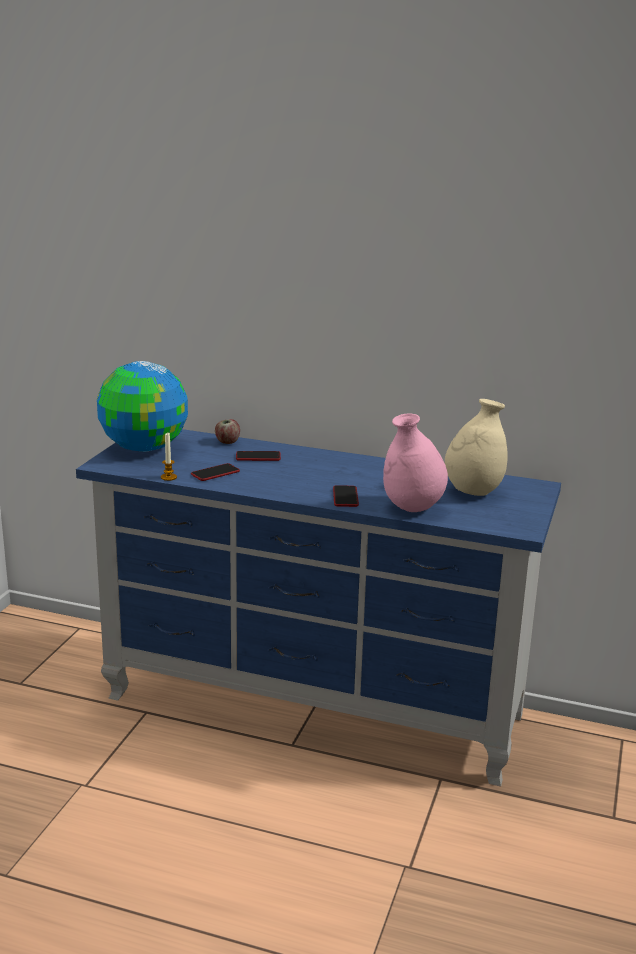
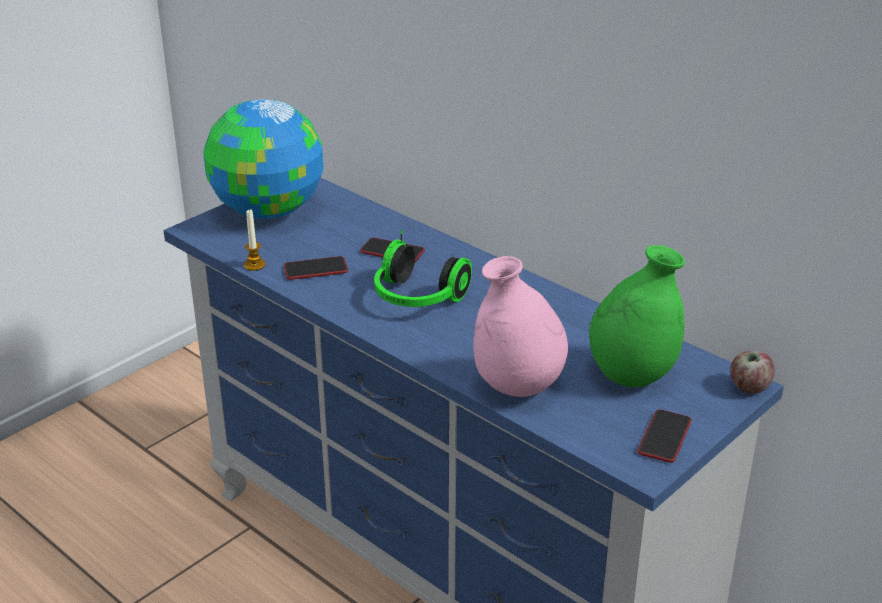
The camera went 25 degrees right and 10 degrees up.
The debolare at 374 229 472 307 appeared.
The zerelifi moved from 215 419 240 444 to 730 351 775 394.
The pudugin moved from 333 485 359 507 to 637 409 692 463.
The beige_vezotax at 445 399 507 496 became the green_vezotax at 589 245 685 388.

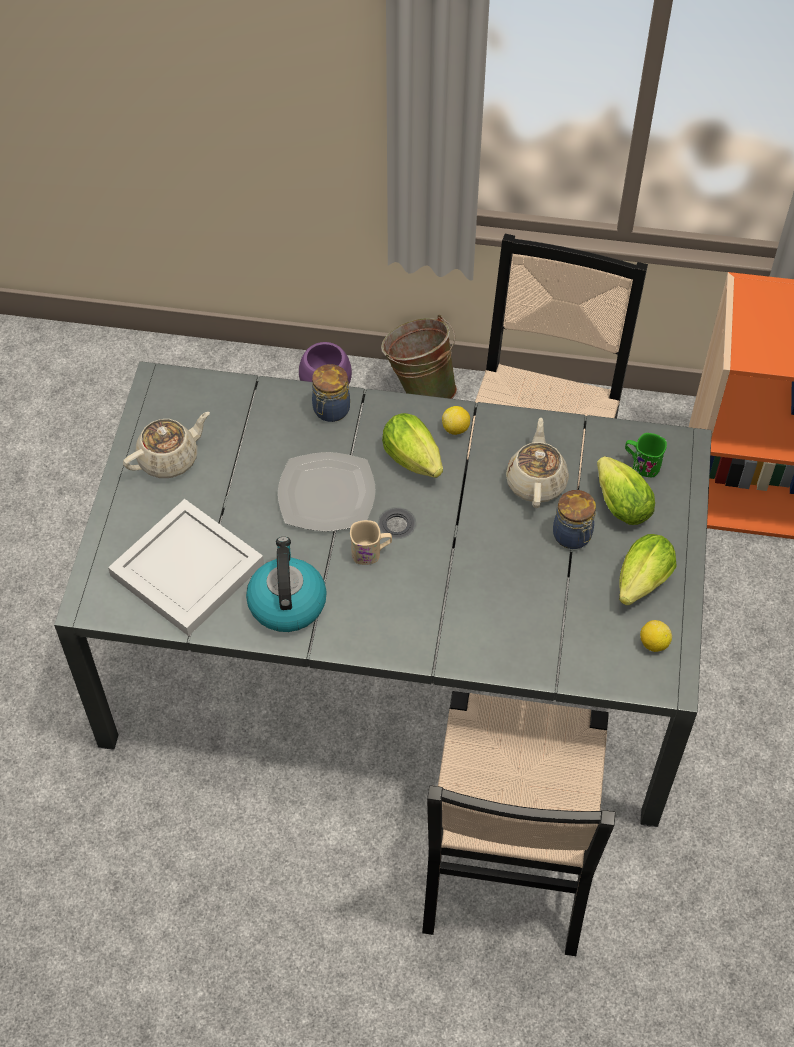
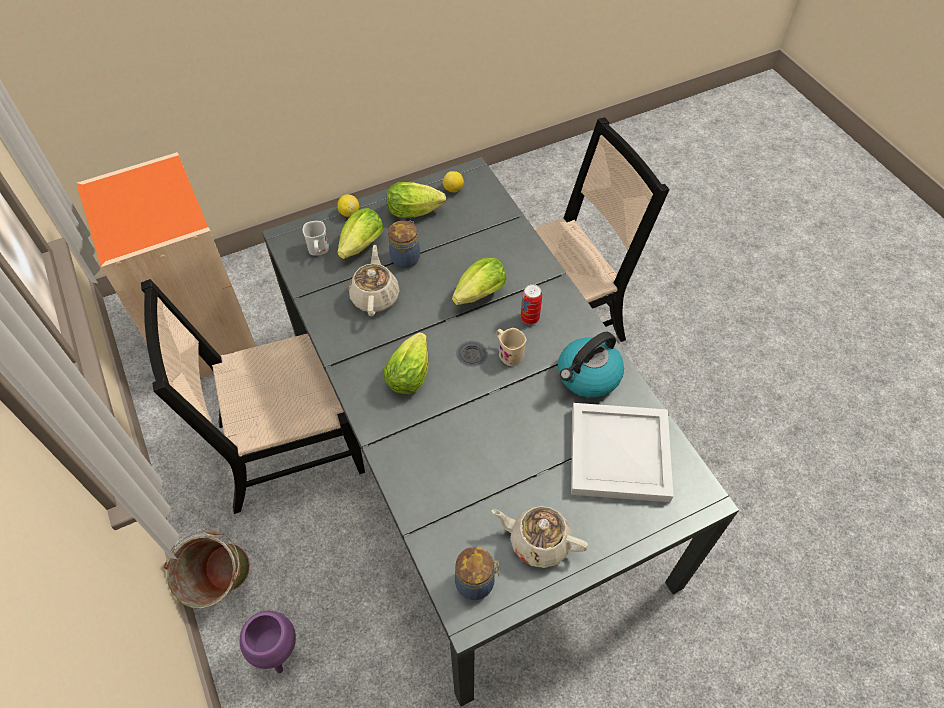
The camera went 125 degrees left and 0 degrees up.
The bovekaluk at 278 452 376 531 disappeared.
The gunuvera at 452 257 506 305 appeared.
The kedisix at 521 284 542 325 appeared.
The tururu moved from 312 364 350 422 to 455 547 499 600.
The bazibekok moved from 442 406 470 435 to 337 194 359 217.
The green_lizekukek at 625 433 667 477 became the white_lizekukek at 303 221 329 256.
The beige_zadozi at 506 418 569 508 turned 120 degrees clockwise.

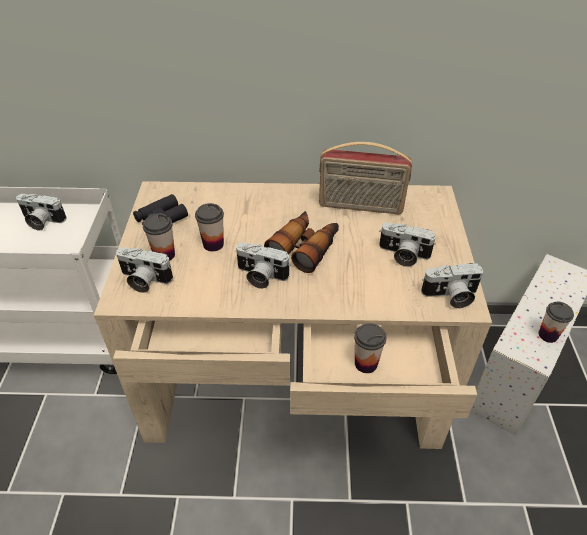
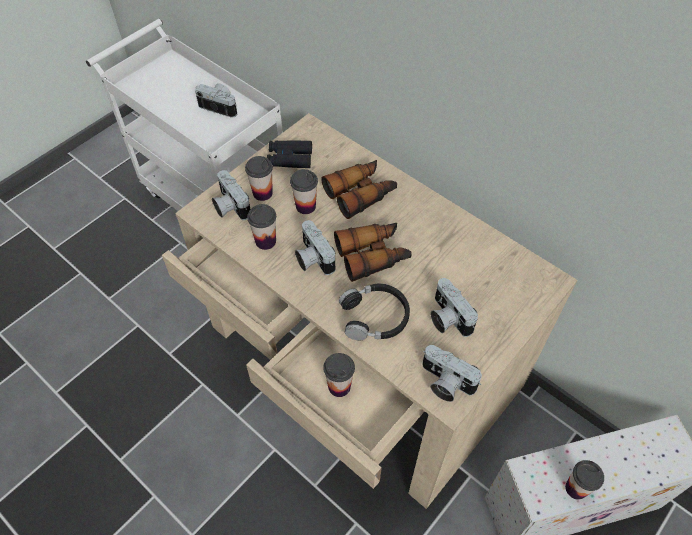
The camera went 40 degrees right and 10 degrees up.
The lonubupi at 319 142 412 214 disappeared.
The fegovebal at 247 204 276 250 appeared.
The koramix at 321 160 397 219 appeared.
The black_debolare at 339 283 410 340 appeared.
The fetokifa at 16 194 67 230 turned 150 degrees clockwise.

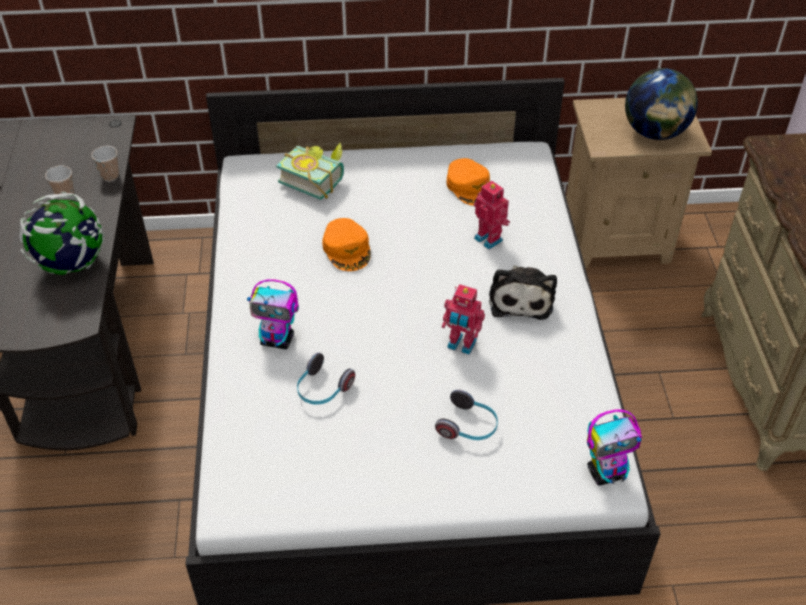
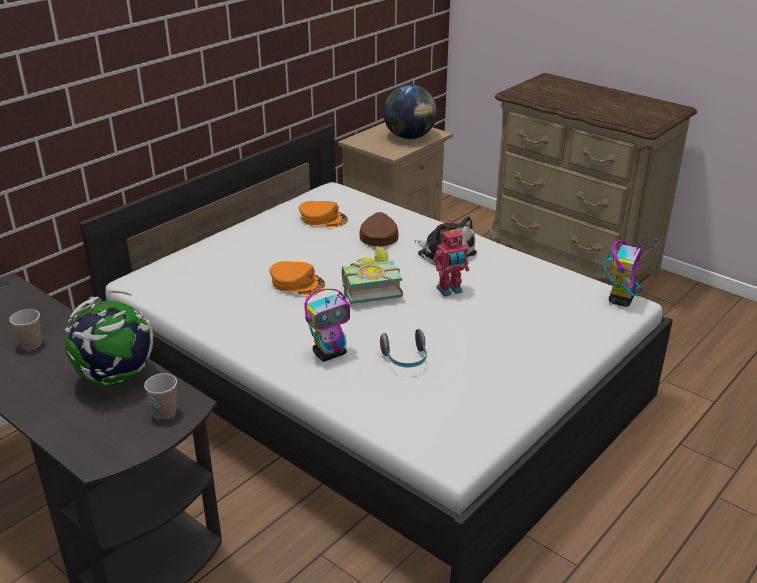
The camera went 45 degrees left and 15 degrees down.
The debolare at 435 390 498 440 disappeared.
The fegovebal moved from 91 146 119 181 to 144 373 177 419.
The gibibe moved from 276 142 344 200 to 342 246 403 304.
The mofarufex at 474 181 510 250 was replaced by the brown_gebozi at 360 212 398 246.

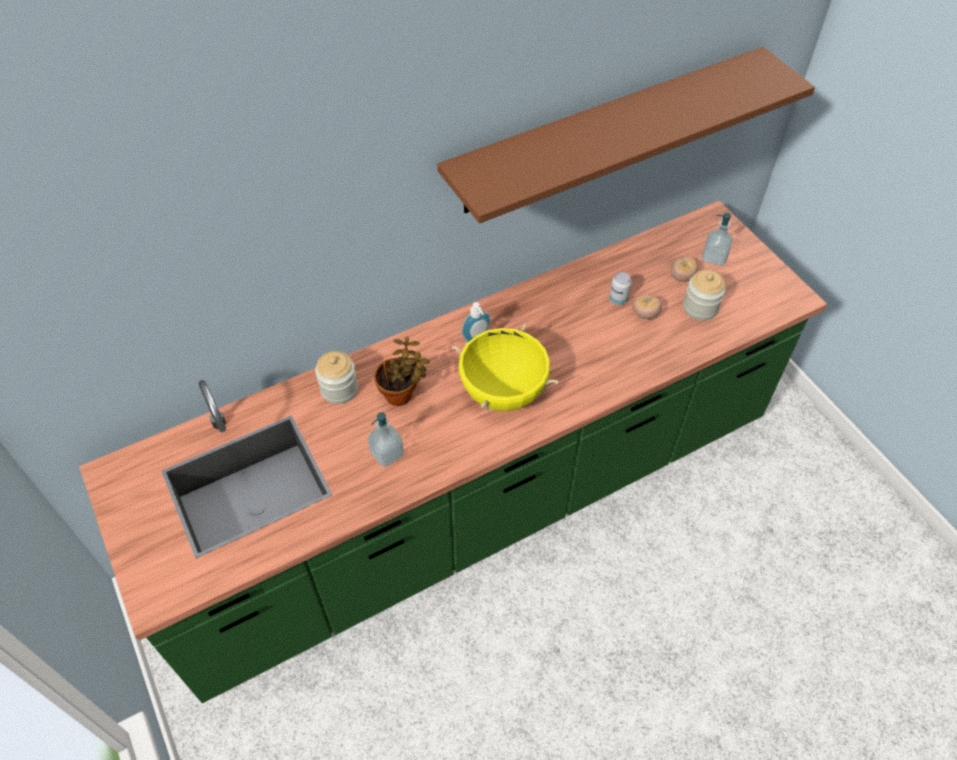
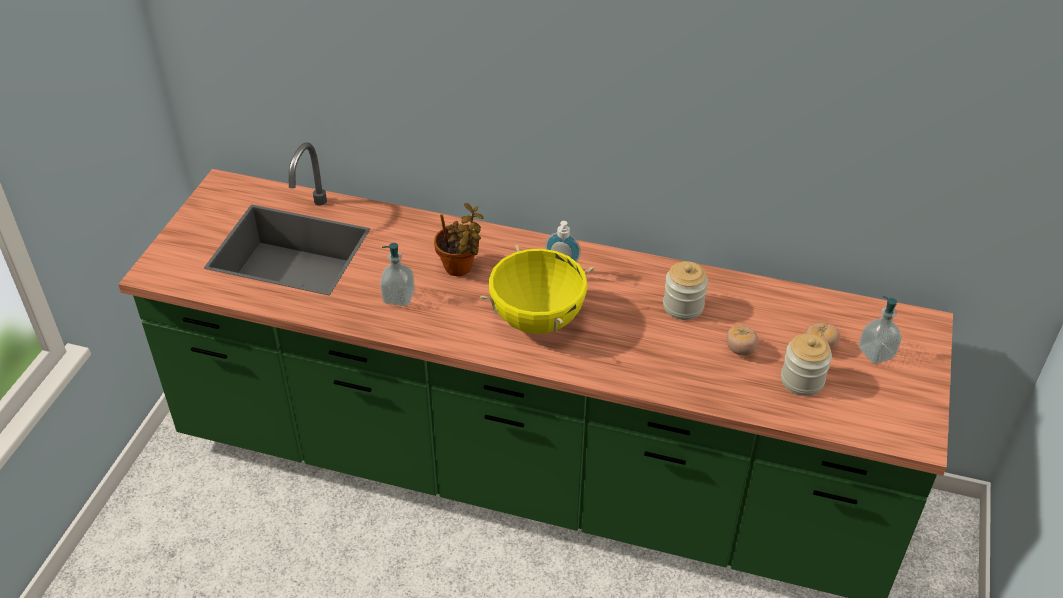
The camera went 45 degrees right and 10 degrees down.
The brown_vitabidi at 437 47 815 224 disappeared.
The kedisix at 609 272 632 305 disappeared.
The tururu moved from 315 351 358 404 to 663 261 708 320.

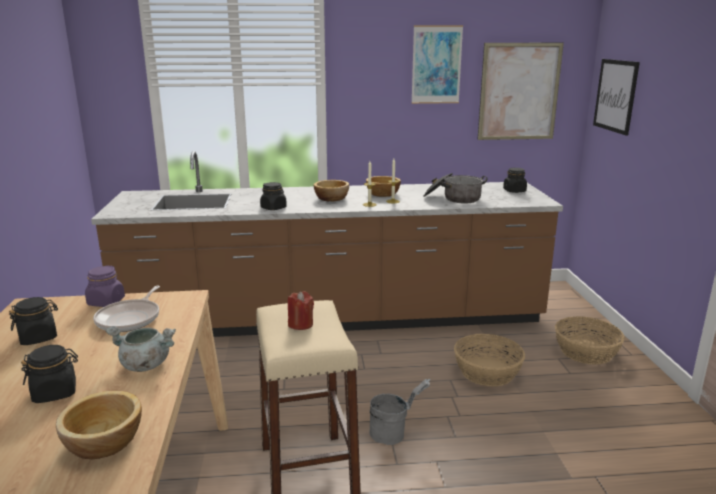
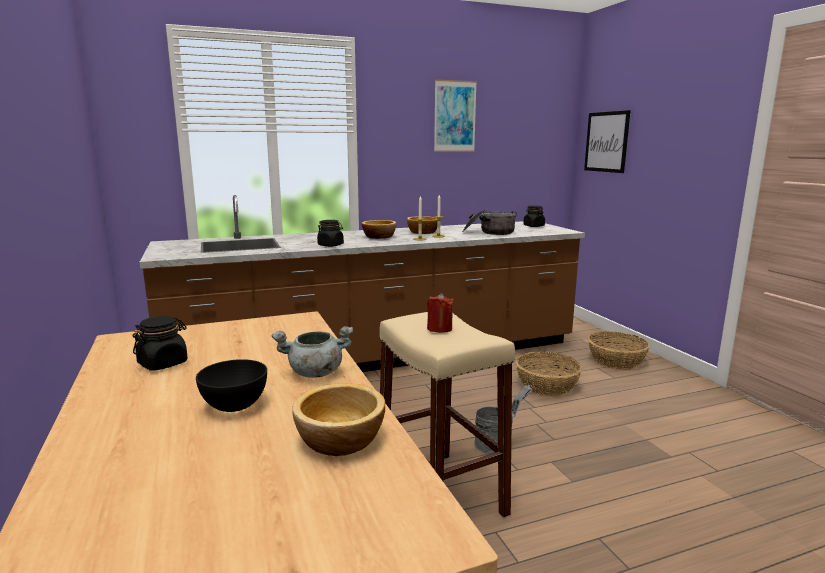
The camera went 15 degrees left and 5 degrees down.
The purple_tururu at 85 265 125 307 disappeared.
The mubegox at 93 286 160 332 disappeared.
The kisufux at 477 43 564 140 disappeared.
The black_tururu at 21 345 78 403 was replaced by the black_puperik at 196 359 267 412.

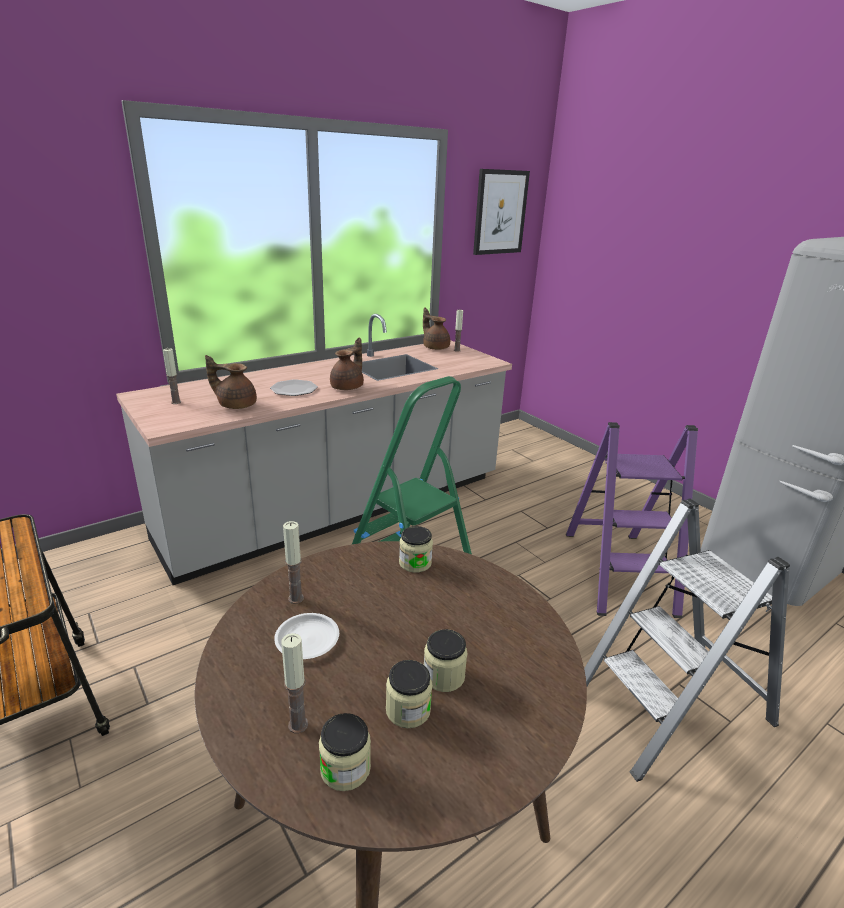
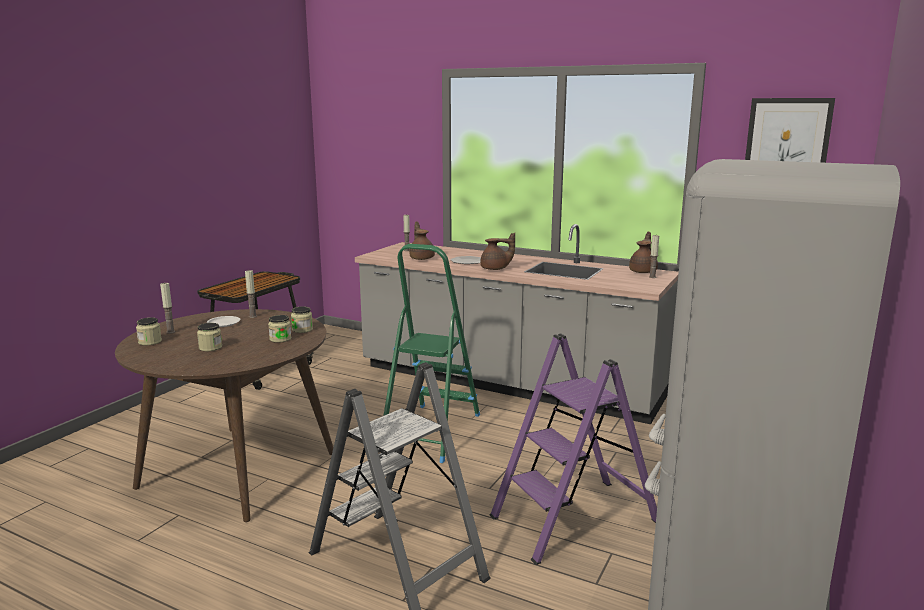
The camera went 65 degrees right and 10 degrees down.
The tururu moved from 386 660 432 728 to 268 315 291 343.

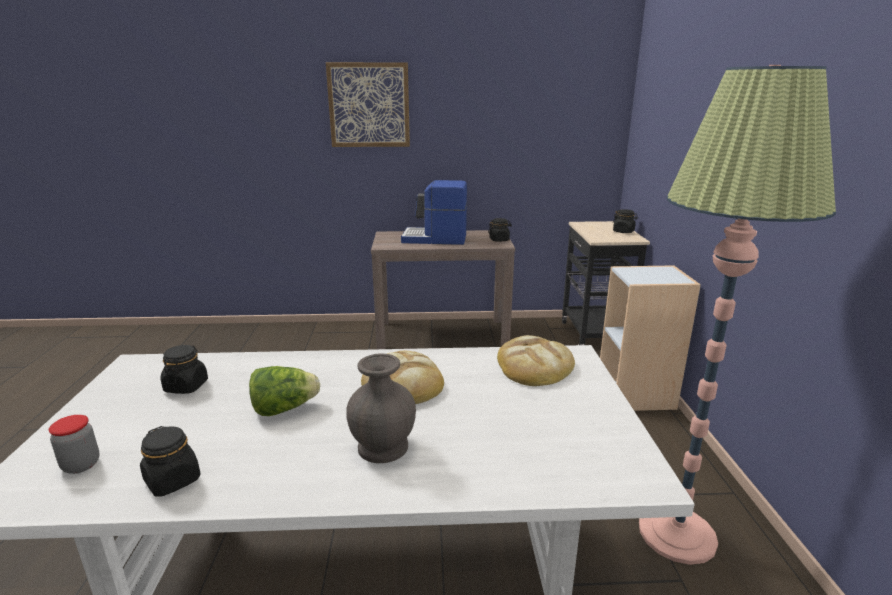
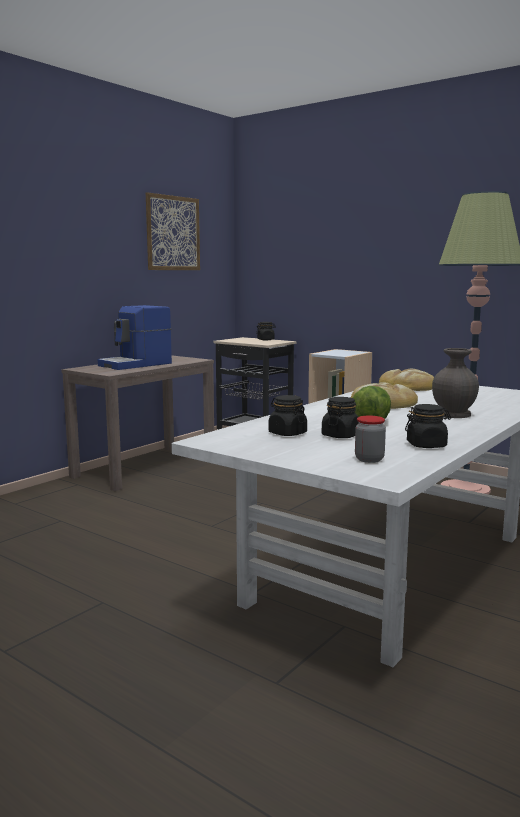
The camera went 50 degrees left and 10 degrees down.
The kisufux moved from 326 60 410 147 to 146 192 200 270.
The black_tururu moved from 488 218 512 242 to 322 397 359 438.

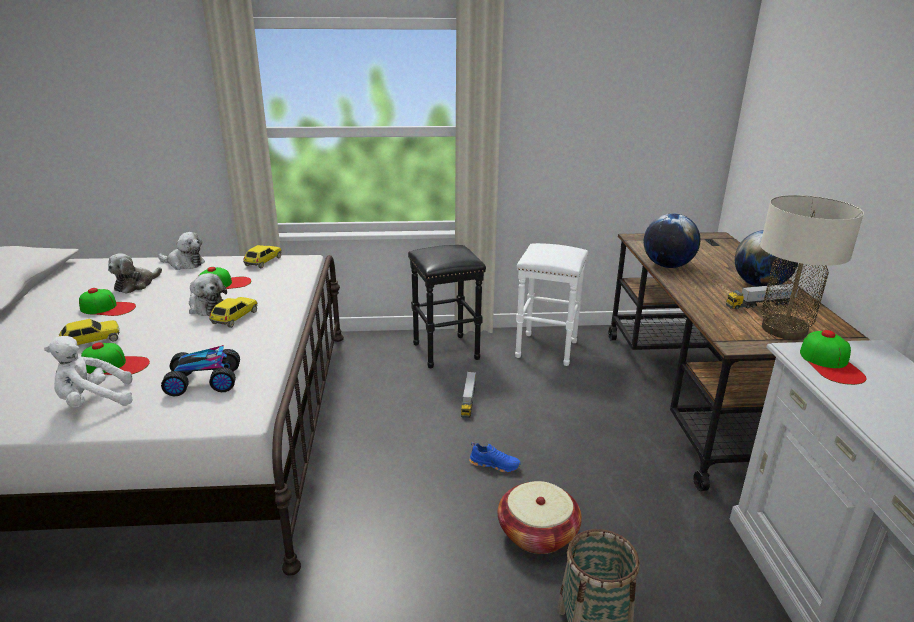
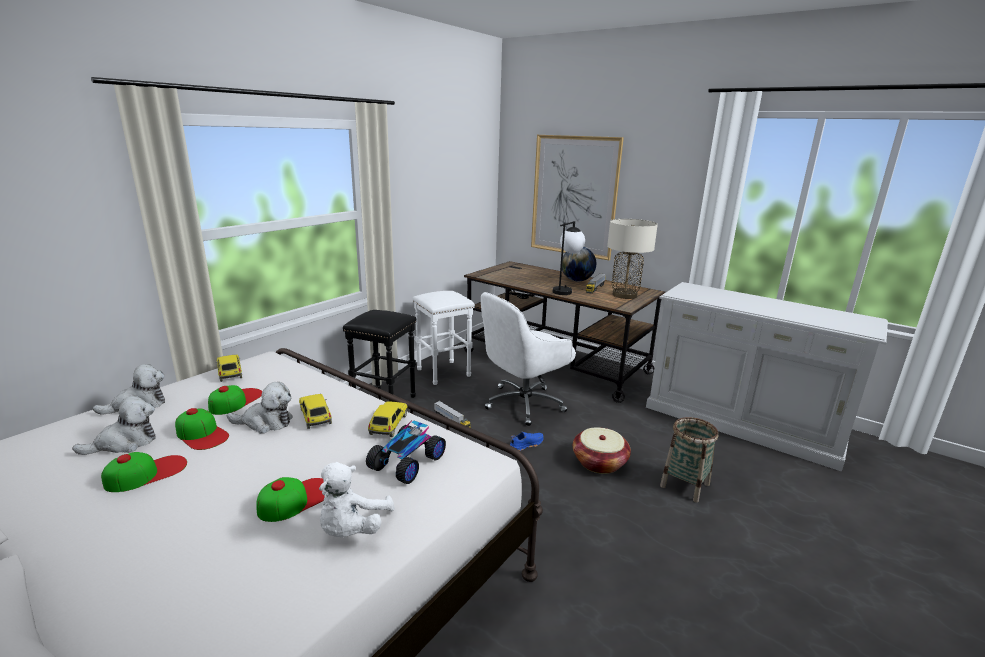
The camera went 50 degrees left and 5 degrees down.
The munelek at 644 213 700 268 disappeared.
The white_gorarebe at 481 292 576 426 appeared.
The kisufux at 531 135 624 260 appeared.
The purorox at 553 221 585 295 appeared.
The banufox moved from 59 319 120 345 to 368 401 408 437.
The gebozi moved from 800 330 867 385 to 175 408 229 450.
The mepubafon at 108 253 162 294 turned 105 degrees counterclockwise.

